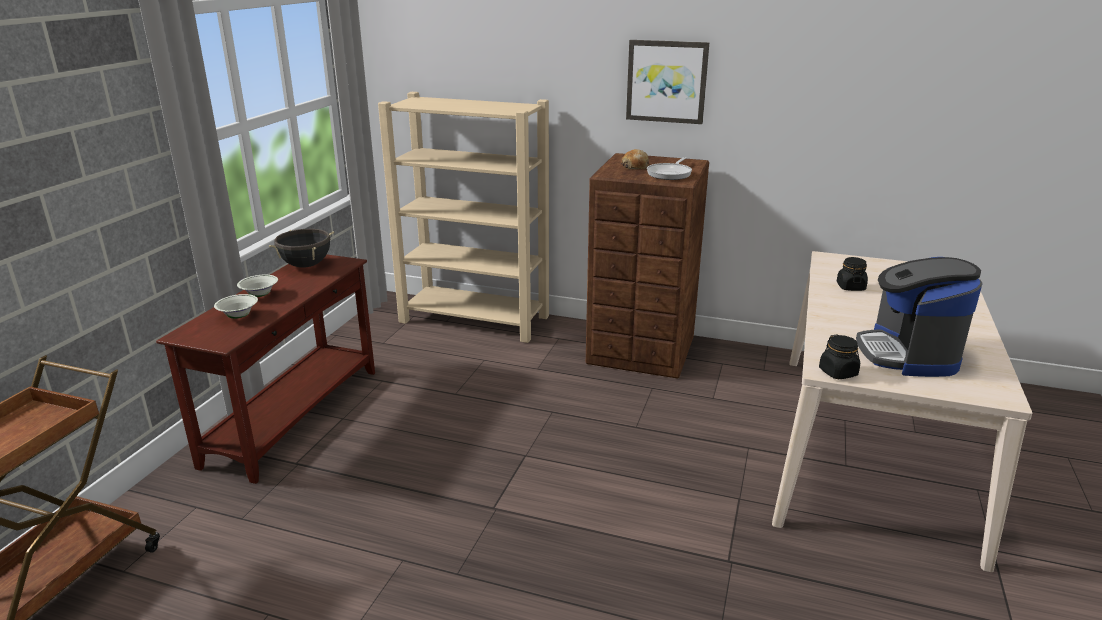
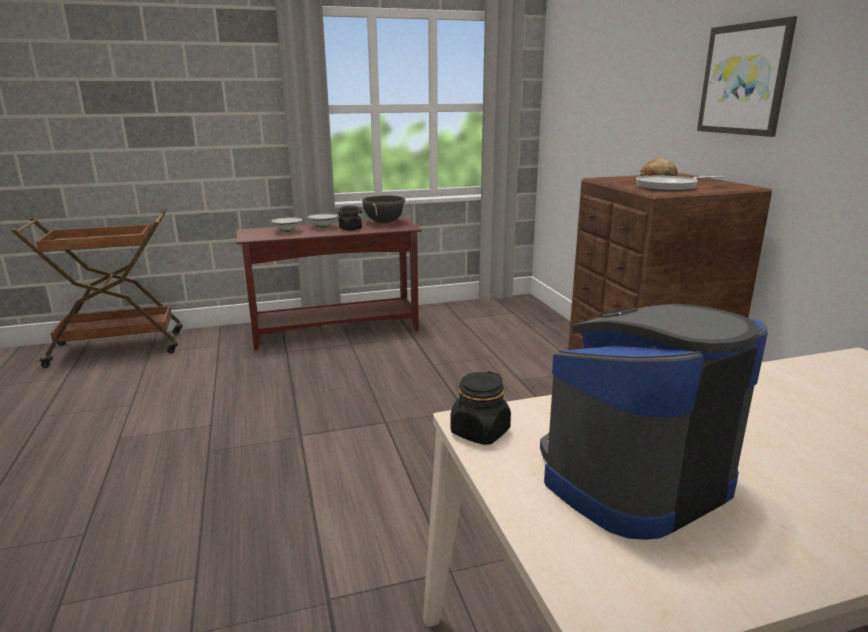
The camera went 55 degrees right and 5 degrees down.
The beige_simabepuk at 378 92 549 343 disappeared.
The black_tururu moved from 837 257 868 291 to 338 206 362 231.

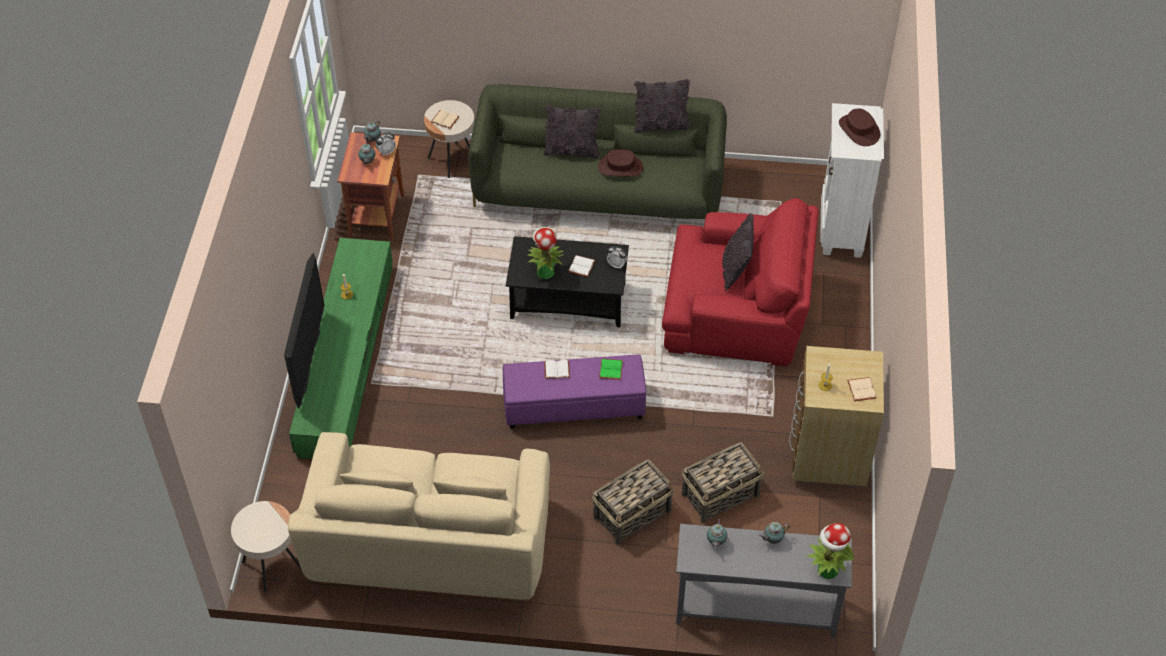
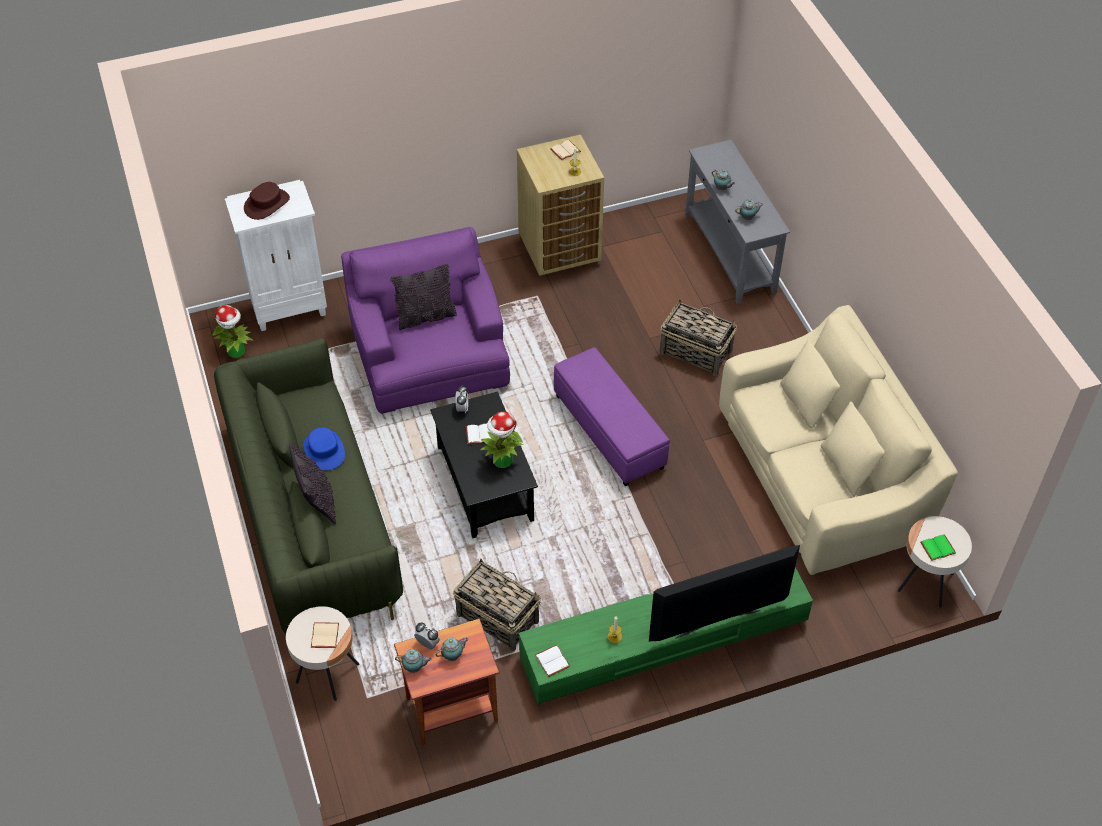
The camera went 115 degrees left and 0 degrees up.
The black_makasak at 634 79 690 133 disappeared.
The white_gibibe moved from 544 360 570 379 to 535 645 570 677.
The green_gibibe moved from 599 359 623 380 to 920 534 956 561.
The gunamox moved from 682 442 764 523 to 453 559 541 651.
The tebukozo moved from 807 523 854 579 to 212 305 253 358.
The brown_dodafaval at 598 149 643 177 became the blue_dodafaval at 303 427 345 471.
The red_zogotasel at 662 198 818 367 became the purple_zogotasel at 341 227 510 414.

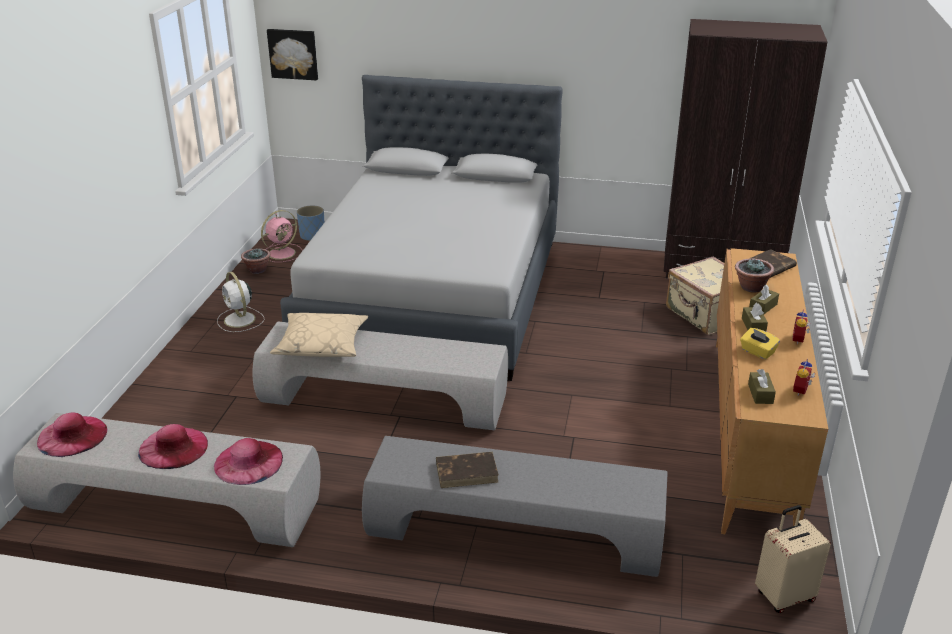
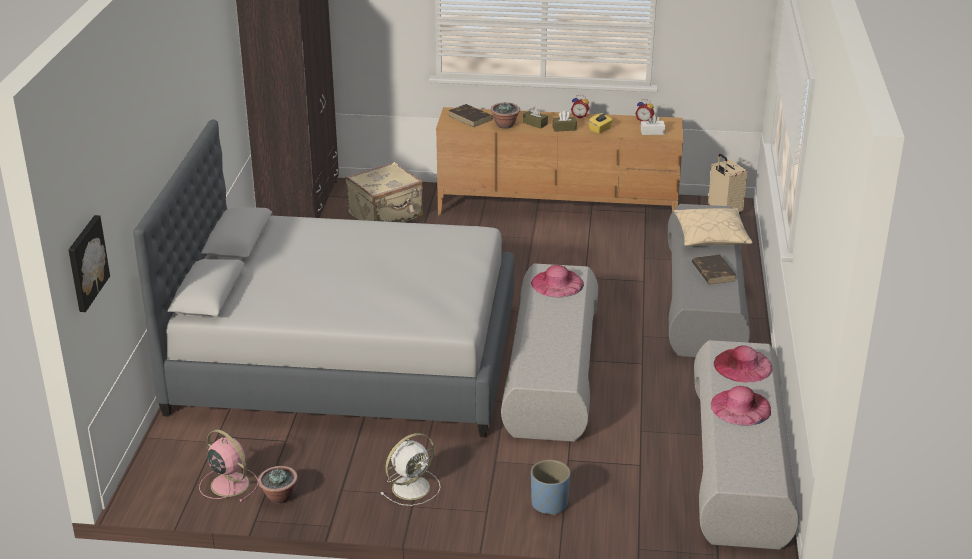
The camera went 95 degrees left and 0 degrees up.
The pink_dodafaval moved from 37 413 108 457 to 531 265 584 297.
The beige_makasak moved from 270 313 368 357 to 674 208 752 246.
The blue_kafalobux moved from 297 205 324 241 to 531 460 570 515.
The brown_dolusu at 748 369 776 404 became the white_dolusu at 641 115 665 135.

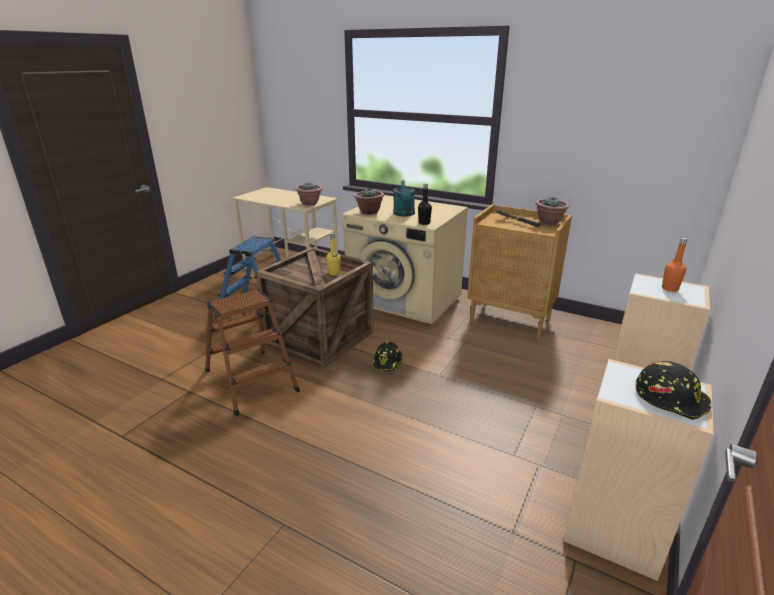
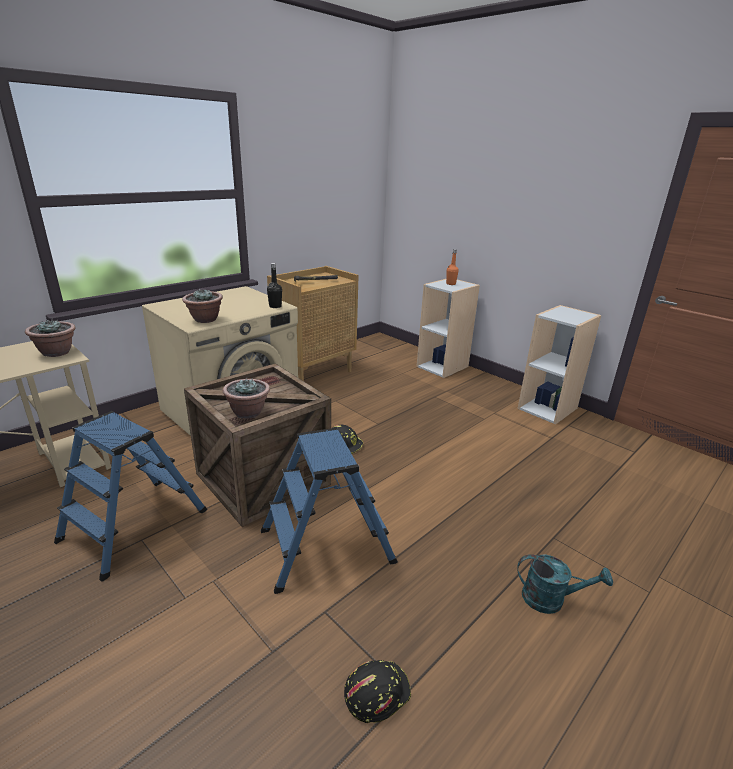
The camera went 75 degrees left and 0 degrees up.
The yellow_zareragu at 326 233 341 275 disappeared.
The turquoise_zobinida moved from 393 180 415 217 to 517 554 613 614.
The tebukozo moved from 536 197 569 225 to 222 378 270 419.
The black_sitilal moved from 636 361 712 420 to 344 660 411 723.
The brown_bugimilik at 205 289 300 416 became the blue_bugimilik at 261 428 398 594.

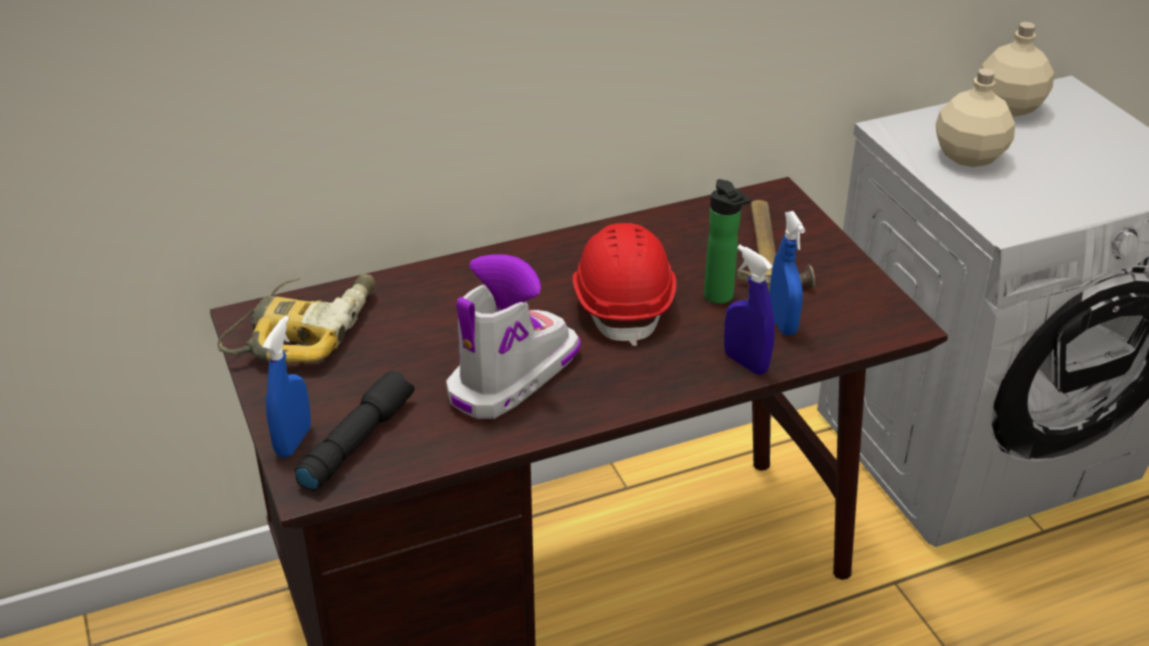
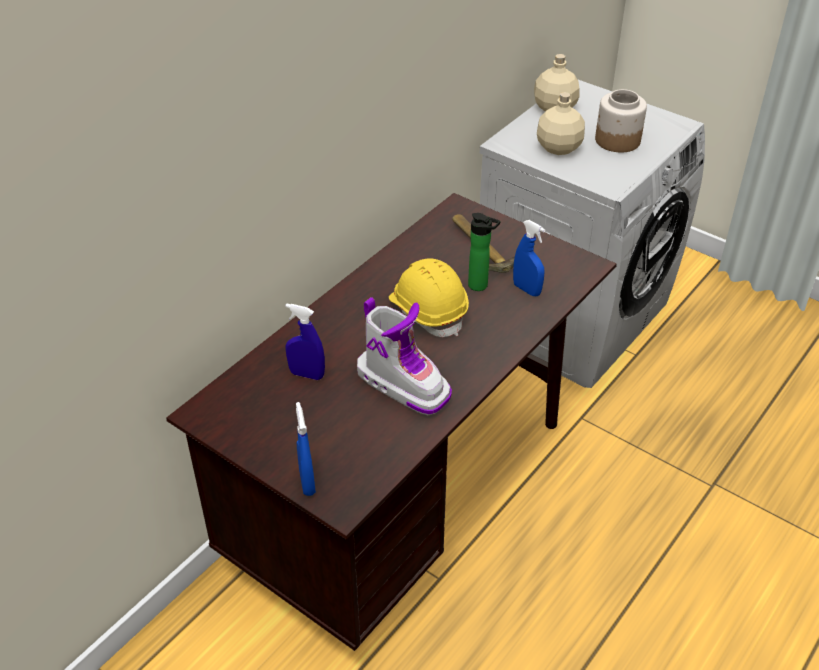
The camera went 30 degrees left and 5 degrees up.
The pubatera at 217 274 375 363 disappeared.
The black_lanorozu at 295 371 414 491 disappeared.
The tururu at 595 89 647 152 appeared.
The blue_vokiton moved from 724 245 775 375 to 285 303 325 380.
The red_sitilal at 573 223 676 346 became the yellow_sitilal at 389 258 469 337.
The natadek at 446 254 581 419 turned 120 degrees clockwise.

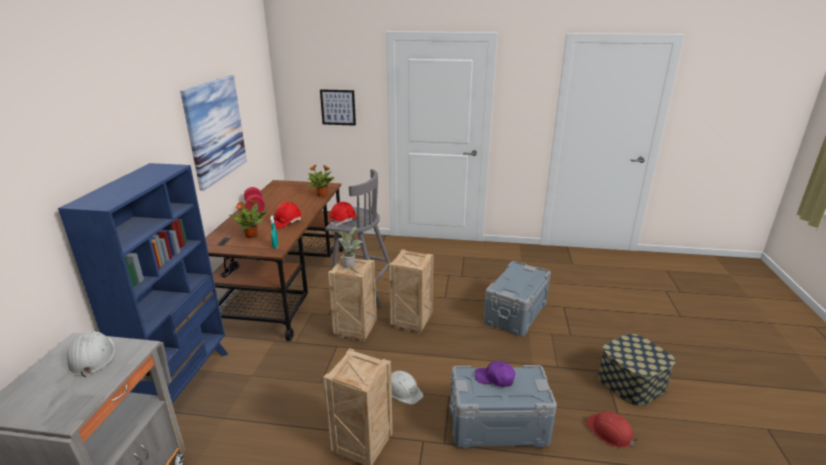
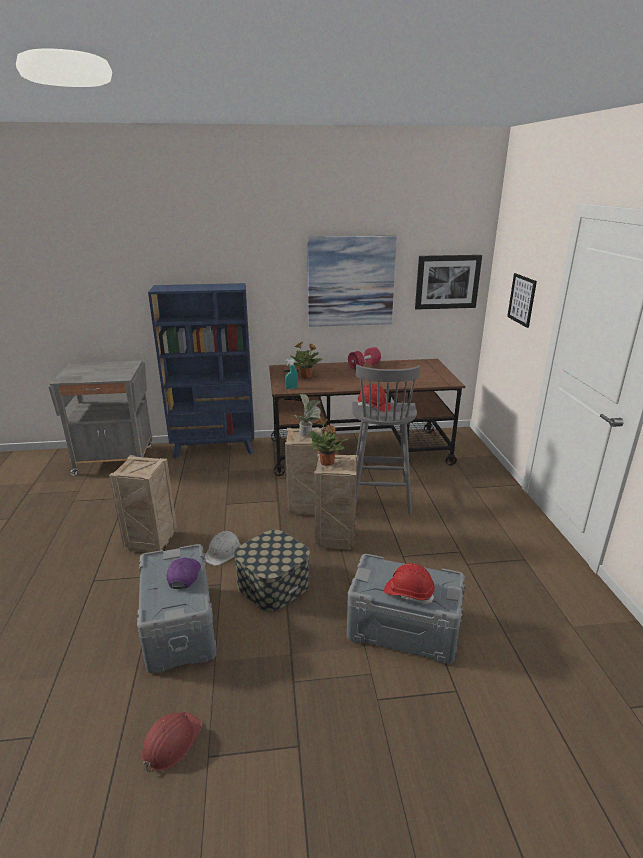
The camera went 75 degrees right and 0 degrees up.
The white_sitilal at 67 331 115 378 disappeared.
The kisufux at 415 255 482 310 appeared.
The red_sitilal moved from 273 202 302 229 to 384 563 435 604.
The tebukozo moved from 308 165 334 197 to 309 419 348 466.
The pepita moved from 598 334 676 406 to 234 530 310 612.

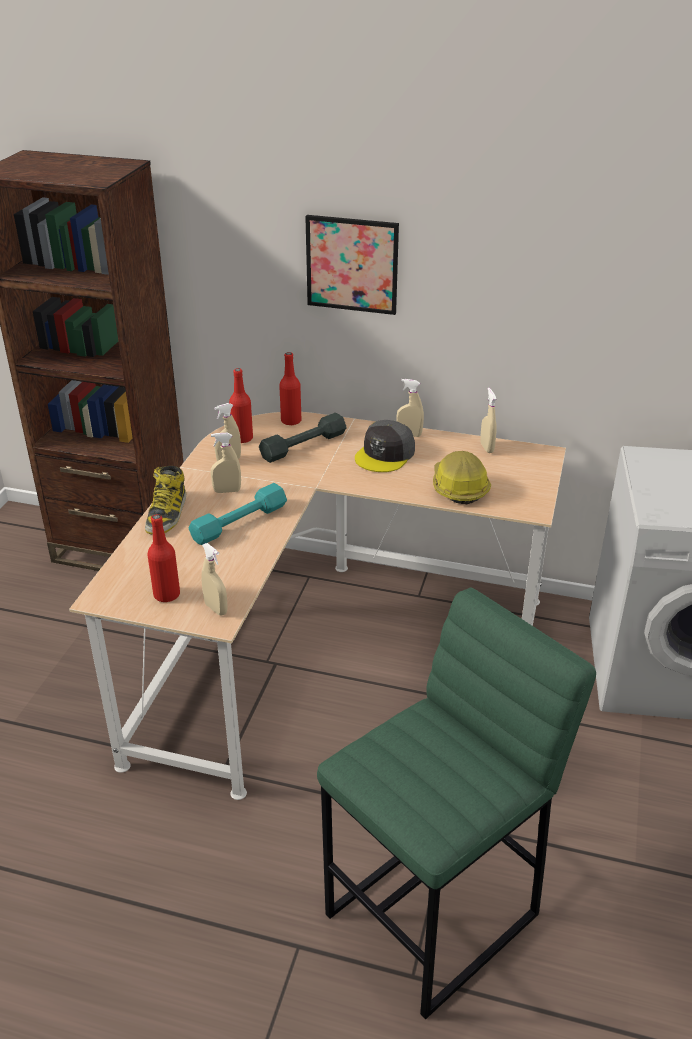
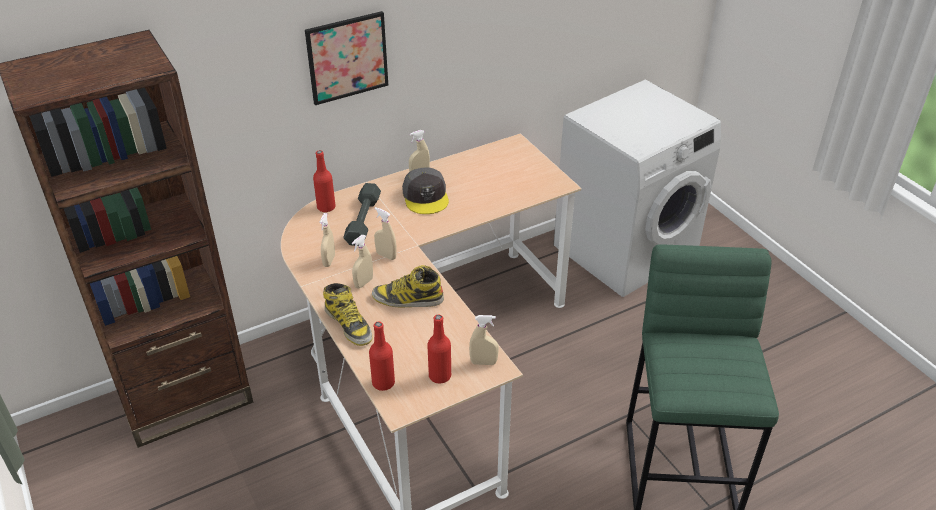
The camera went 45 degrees left and 5 degrees up.
The sitilal at 433 451 491 504 disappeared.
The red_zareragu moved from 229 368 253 444 to 369 322 395 391.
The beige_vokiton moved from 480 388 497 453 to 374 207 397 260.
The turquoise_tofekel at 189 483 287 545 was replaced by the natadek at 372 265 444 307.

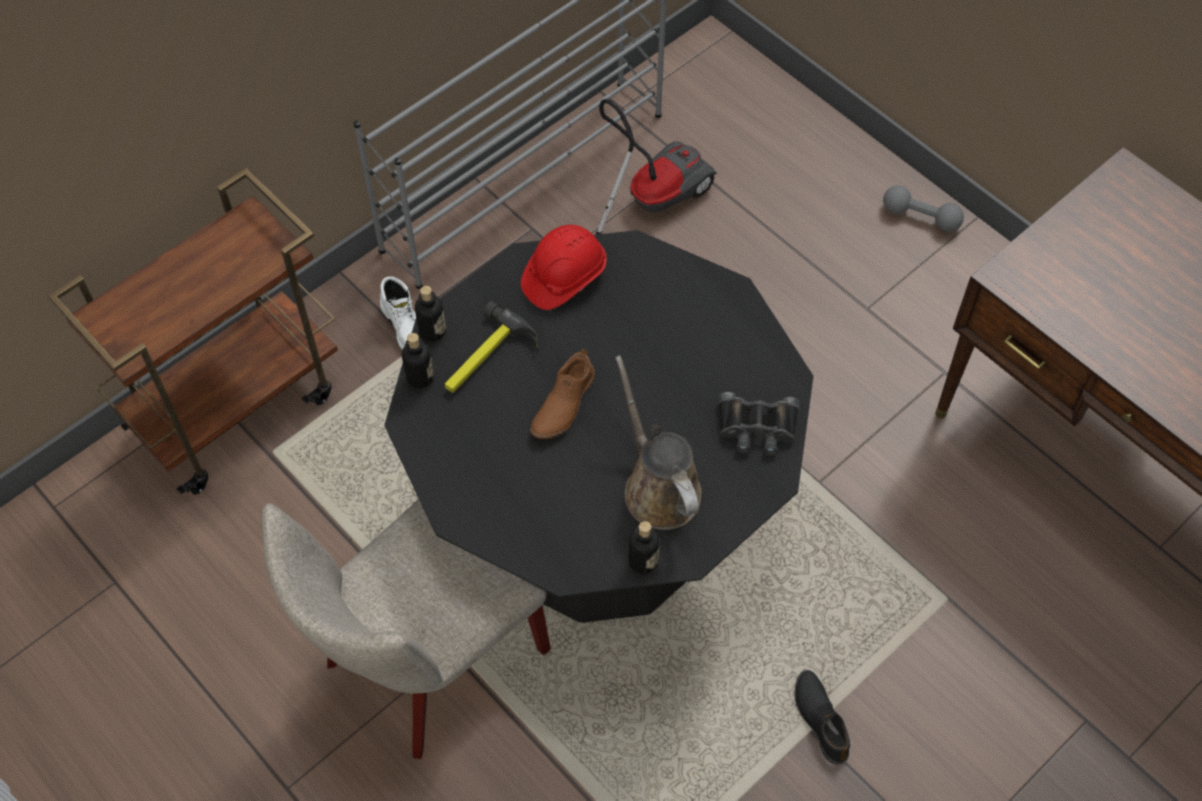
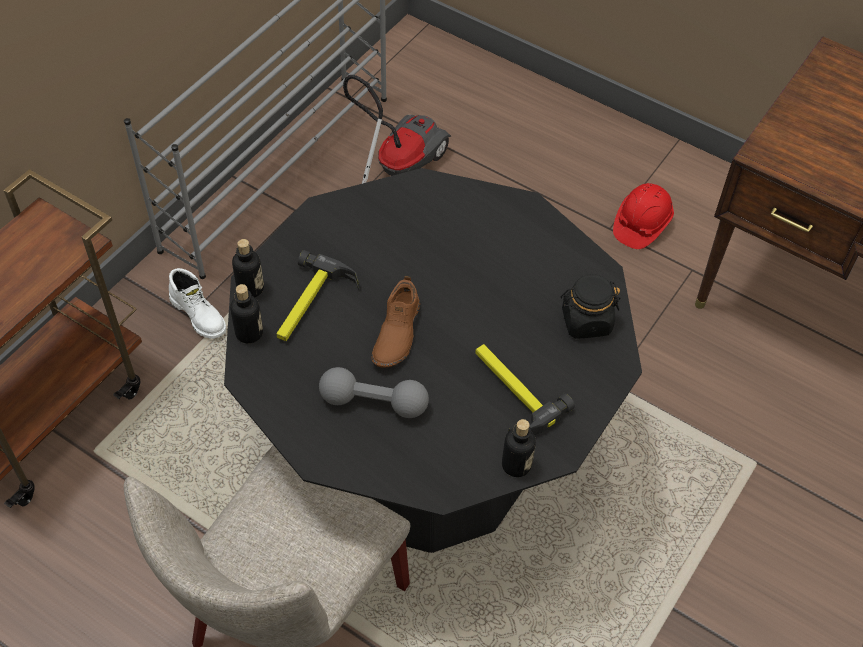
The camera went 15 degrees left and 5 degrees down.
The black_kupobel at 795 670 850 765 disappeared.
The red_sitilal moved from 521 225 607 310 to 613 183 674 249.
The grey_tofekel moved from 883 185 964 232 to 319 367 429 418.
The brown_zobinida at 615 355 702 530 was replaced by the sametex at 475 344 575 435.
The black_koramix at 718 392 800 455 was replaced by the black_tururu at 560 274 621 339.

